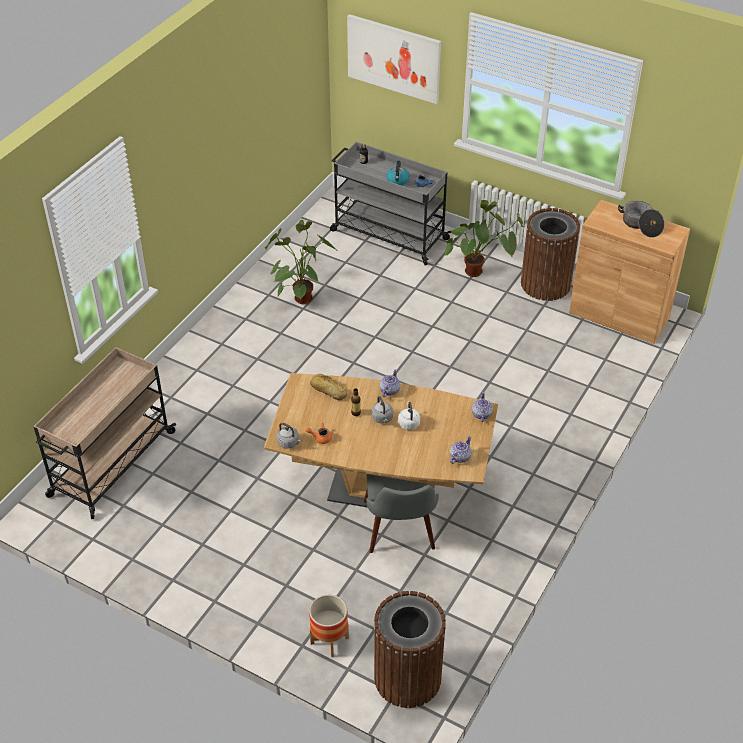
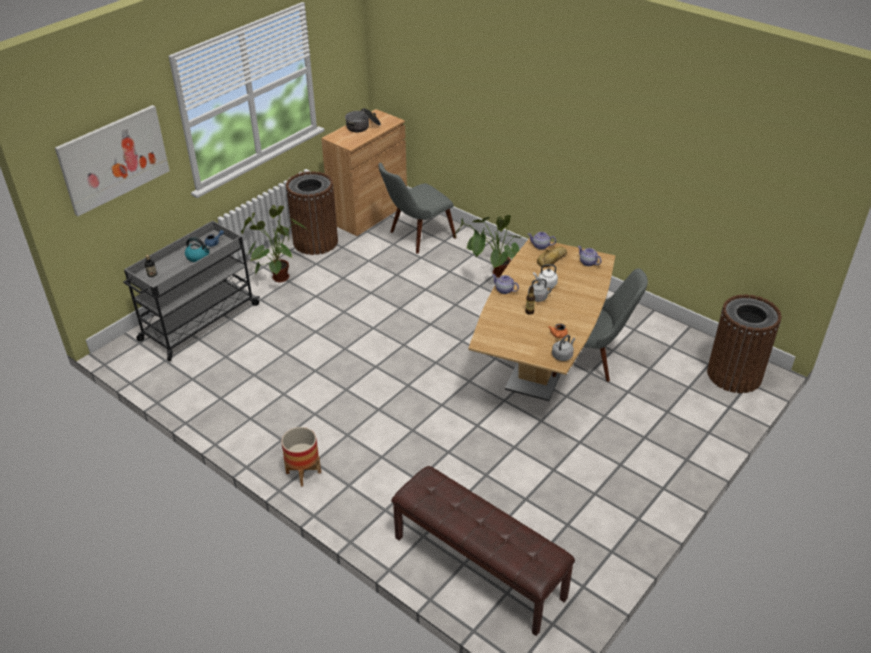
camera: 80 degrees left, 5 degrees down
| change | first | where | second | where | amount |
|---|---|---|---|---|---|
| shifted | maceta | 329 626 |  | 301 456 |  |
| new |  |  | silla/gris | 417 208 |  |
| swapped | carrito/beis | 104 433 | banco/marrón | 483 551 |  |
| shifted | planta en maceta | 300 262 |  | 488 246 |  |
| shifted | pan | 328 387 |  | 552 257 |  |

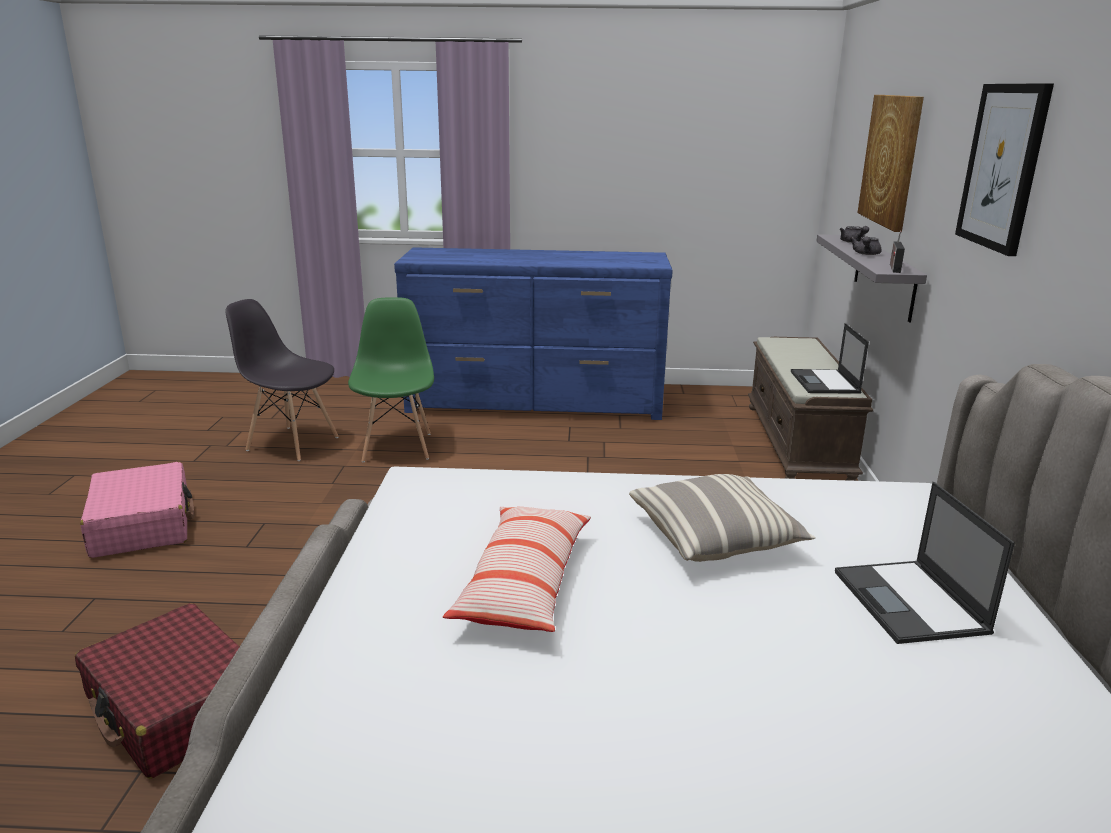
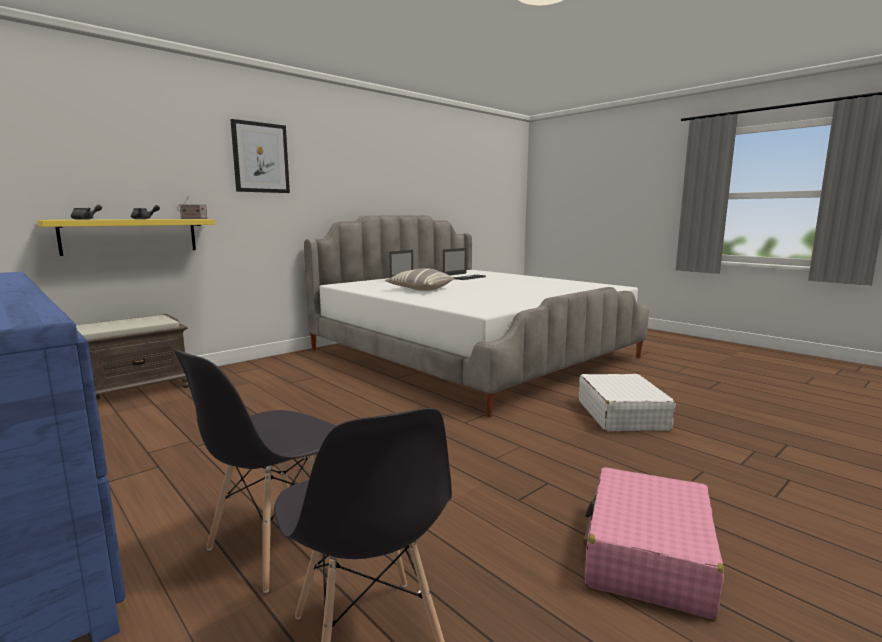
camera: 135 degrees left, 10 degrees down
| change | first | where | second | where | amount |
|---|---|---|---|---|---|
| repainted | estante/gris | 871 278 | estante/amarillo | 126 237 |  |
| repainted | silla/verde | 391 379 | silla/gris | 255 471 |  |
| shifted | portátil | 830 358 |  | 464 264 |  |
| repainted | maleta/rojo | 157 691 | maleta/blanco | 627 402 |  |
| gone | cojín | 517 569 |  |  |  |
| gone | cuadro | 891 163 |  |  |  |

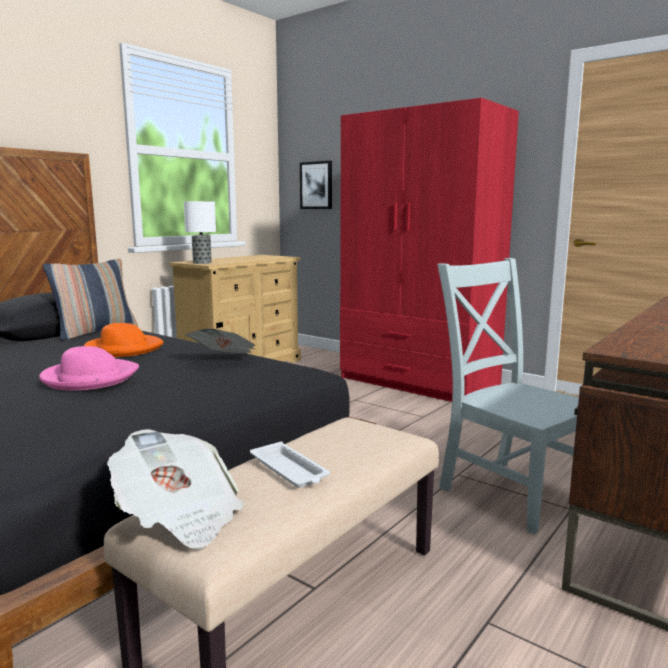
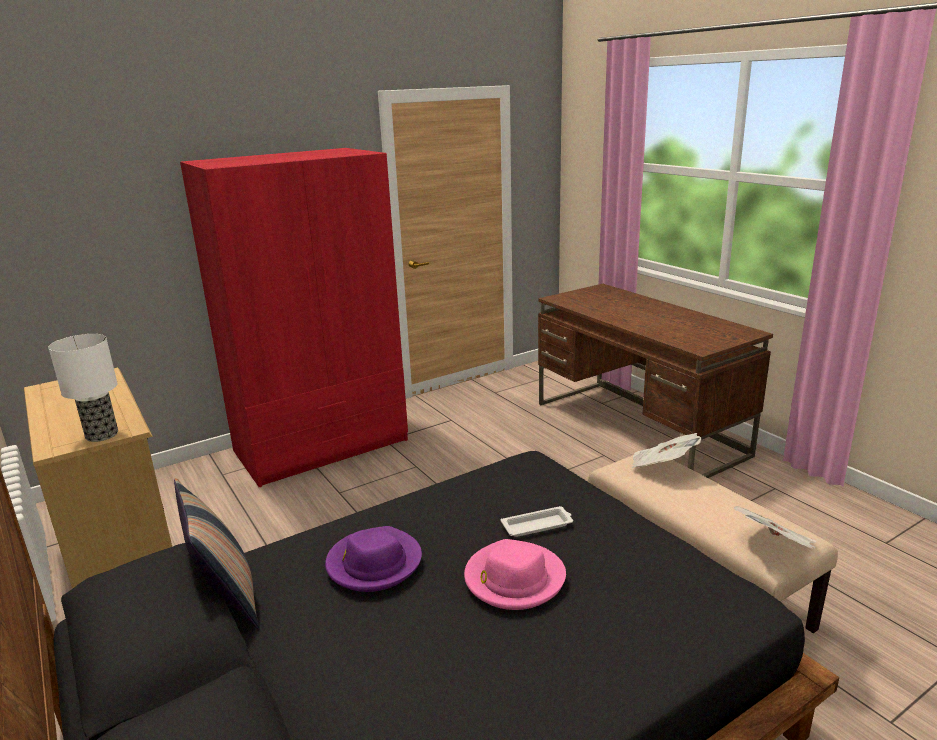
camera: 70 degrees left, 10 degrees up
| change | first | where | second | where | amount |
|---|---|---|---|---|---|
| repainted | sombrero/naranja | 124 340 | sombrero/morado | 373 559 |  |
| shifted | bandeja/blanco | 290 464 |  | 537 521 |  |
| shifted | periódico | 220 341 |  | 666 450 |  |
| gone | cuadro | 316 185 |  |  |  |
| gone | silla/gris | 508 396 |  |  |  |

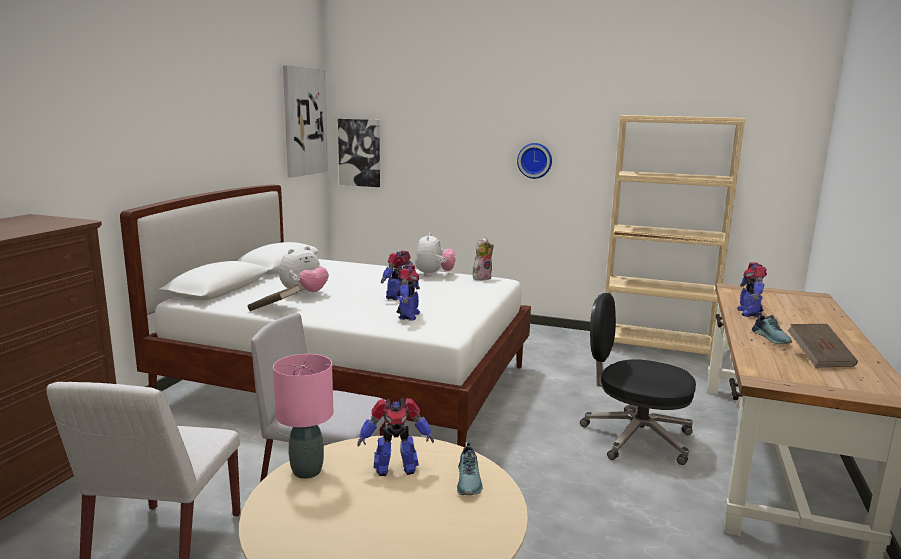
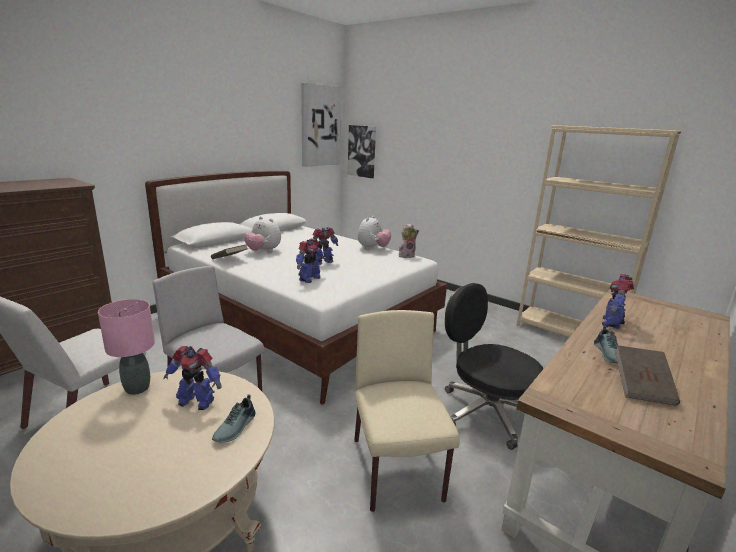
camera: 20 degrees right, 5 degrees up
| change | first | where | second | where | amount |
|---|---|---|---|---|---|
| rotated | peluche | 304 270 |  | 262 234 | 60 degrees clockwise |
| new |  |  | silla/beis | 407 411 |  |
| gone | reloj de pared | 534 161 |  |  |  |

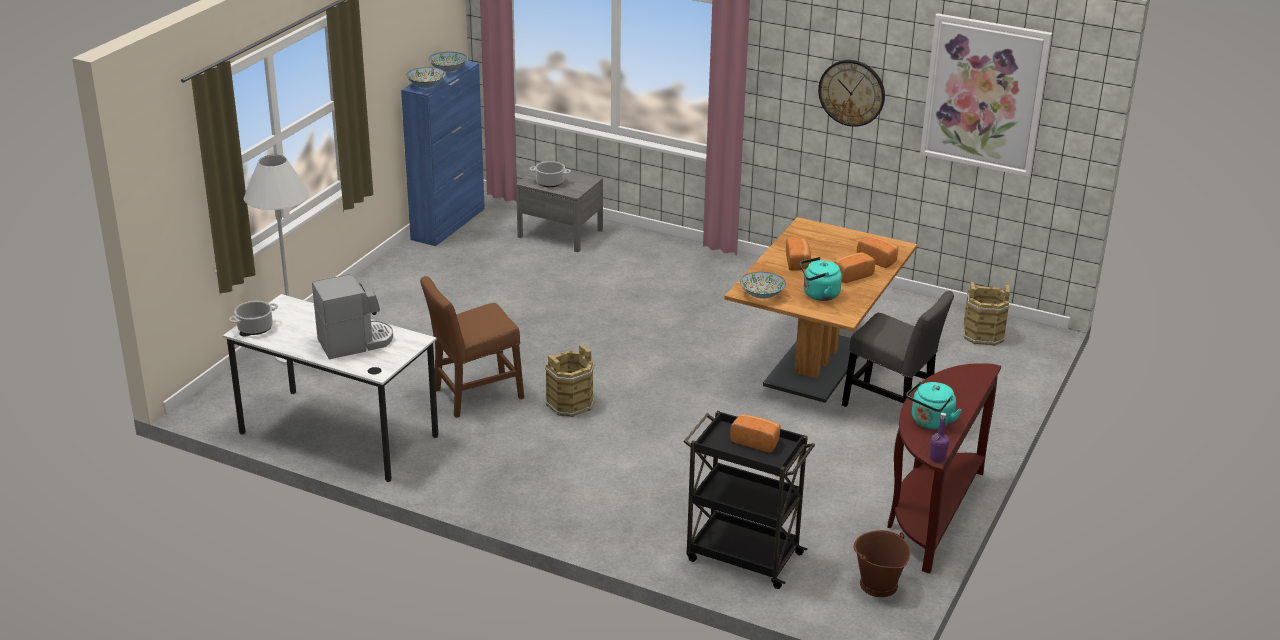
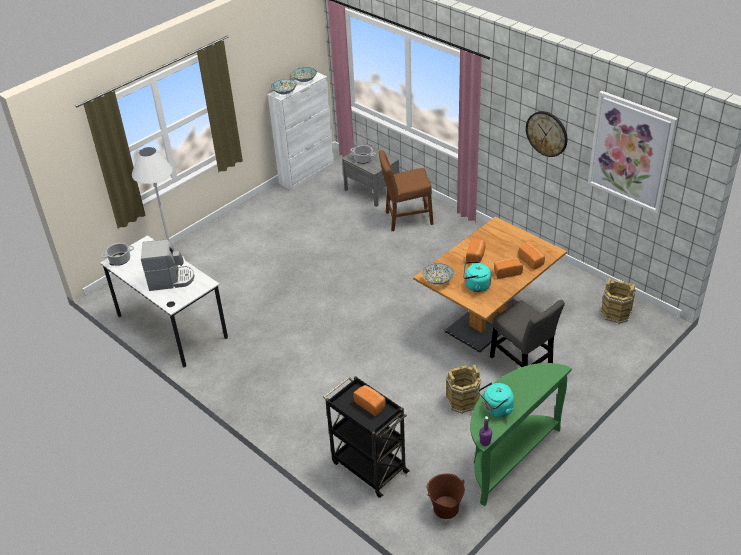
camera: 20 degrees right, 10 degrees up
| change | first | where | second | where | amount |
|---|---|---|---|---|---|
| repainted | armario/azul | 443 153 | armario/blanco | 301 131 |  |
| shifted | silla/marrón | 472 347 |  | 406 190 |  |
| shifted | cubo/marrón | 570 380 |  | 463 389 |  |
| repainted | mesa consola/marrón | 944 468 | mesa consola/verde | 521 434 |  |

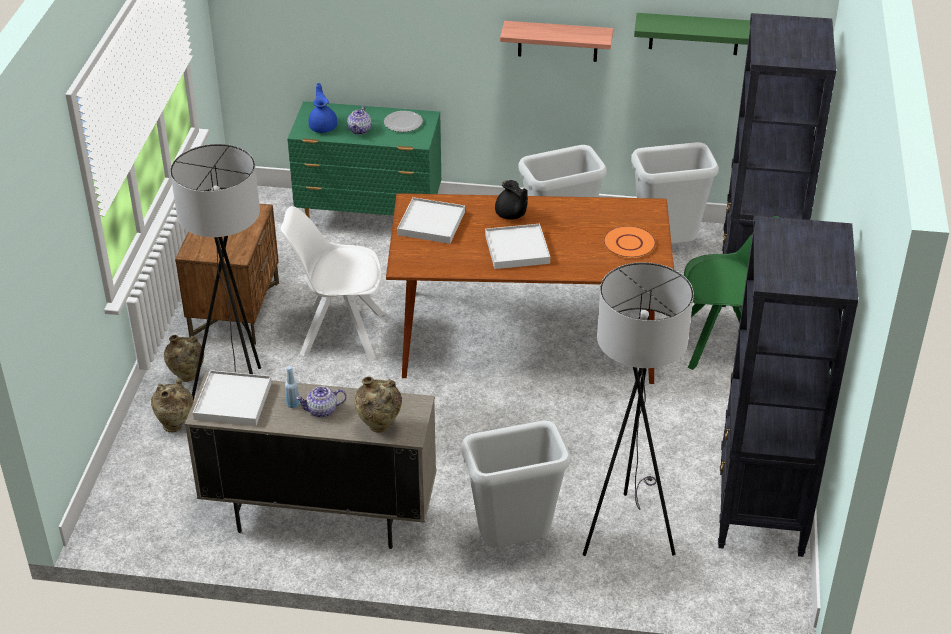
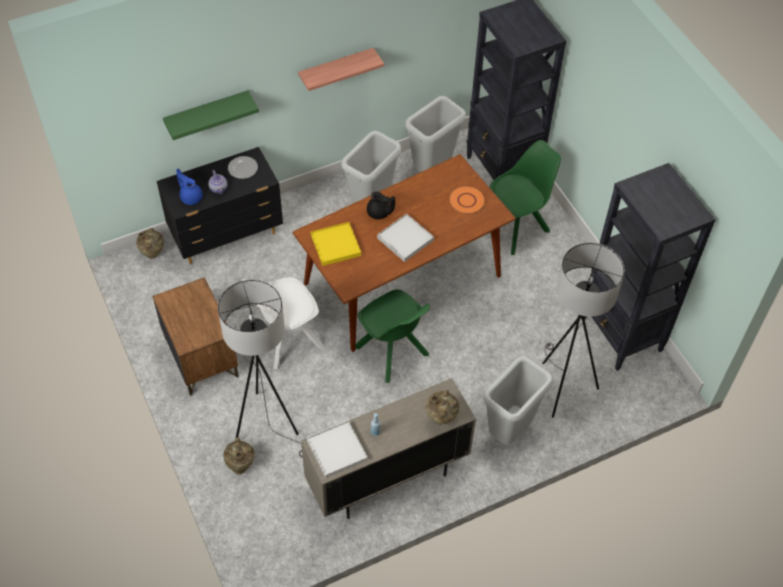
camera: 35 degrees left, 15 degrees up
| change | first | where | second | where | amount |
|---|---|---|---|---|---|
| shifted | florero/beis | 184 358 |  | 150 243 |  |
| repainted | cómoda/verde | 364 159 | cómoda/negro | 220 205 |  |
| shifted | estante/verde | 692 34 |  | 211 115 |  |
| repainted | bandeja/blanco | 431 220 | bandeja/amarillo | 336 244 |  |
| new |  |  | silla/verde | 392 336 |  |
| gone | tetera | 321 402 |  |  |  |

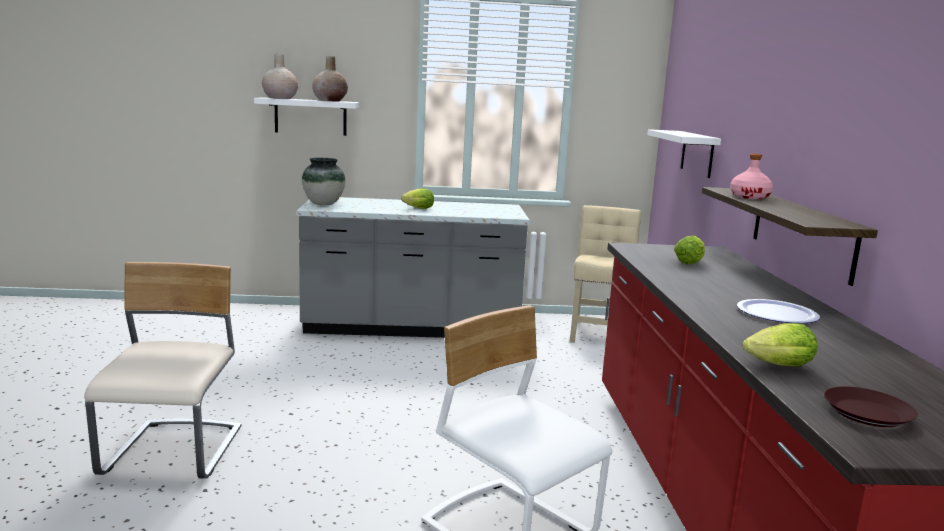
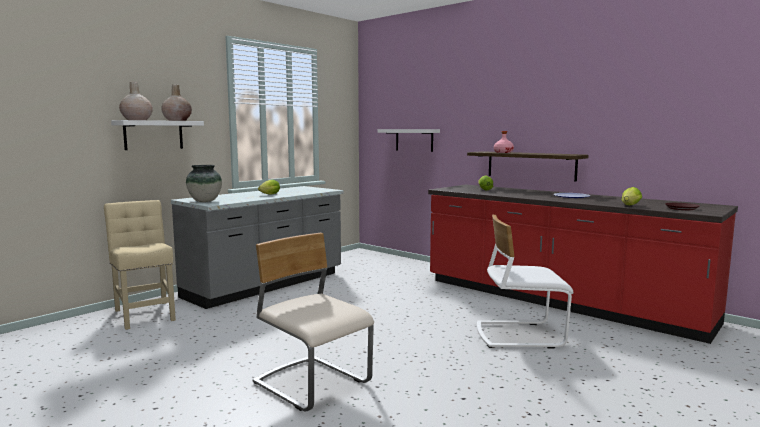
camera: 45 degrees left, 5 degrees down
| change | first | where | second | where | amount |
|---|---|---|---|---|---|
| shifted | silla/beis | 605 274 |  | 140 265 |  |

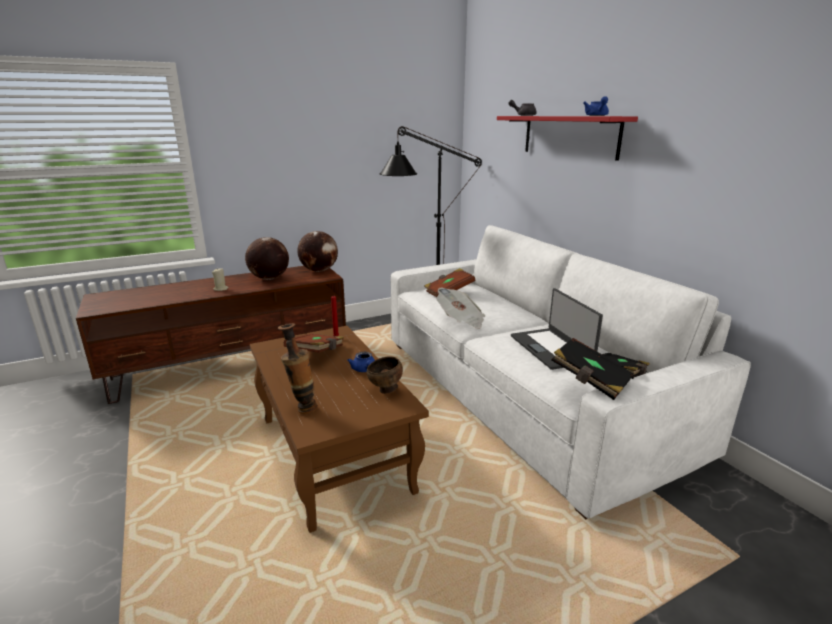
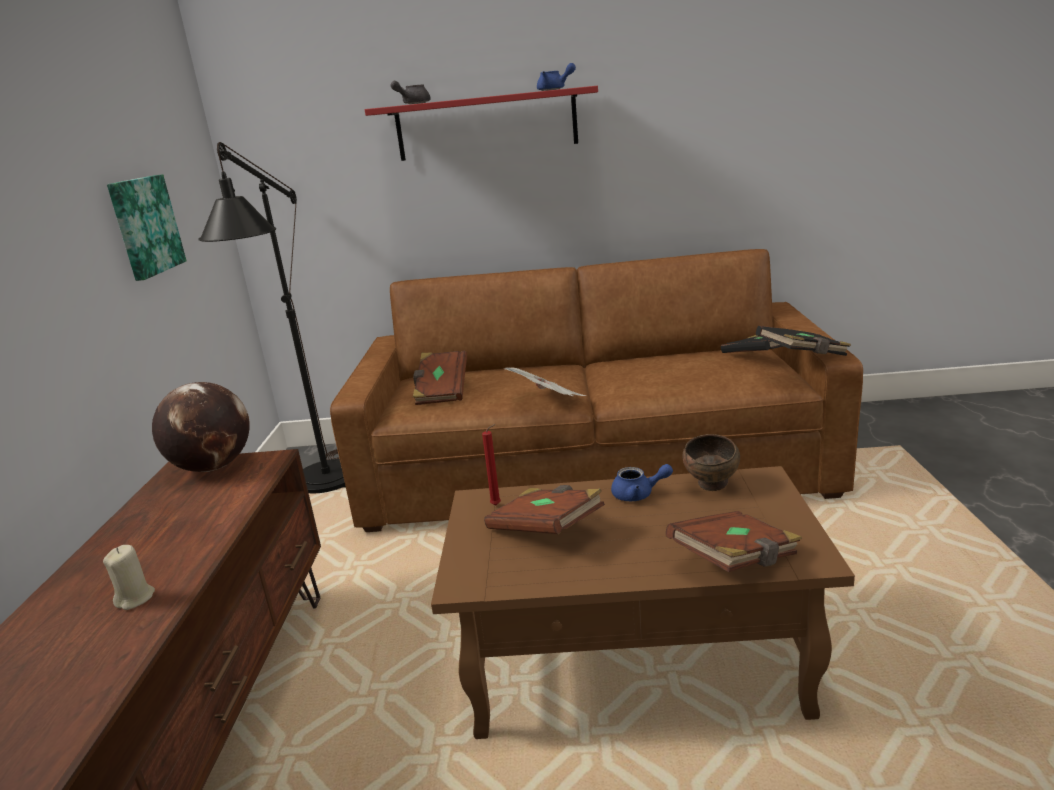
camera: 60 degrees left, 0 degrees up
| change | first | where | second | where | amount |
|---|---|---|---|---|---|
| new |  |  | cuadro | 146 227 |  |
| repainted | sofá/blanco | 570 372 | sofá/marrón | 596 390 |  |
| swapped | florero | 298 368 | libro/marrón | 734 541 |  |
| gone | globo terráqueo | 267 258 |  |  |  |
| gone | portátil | 557 329 |  |  |  |

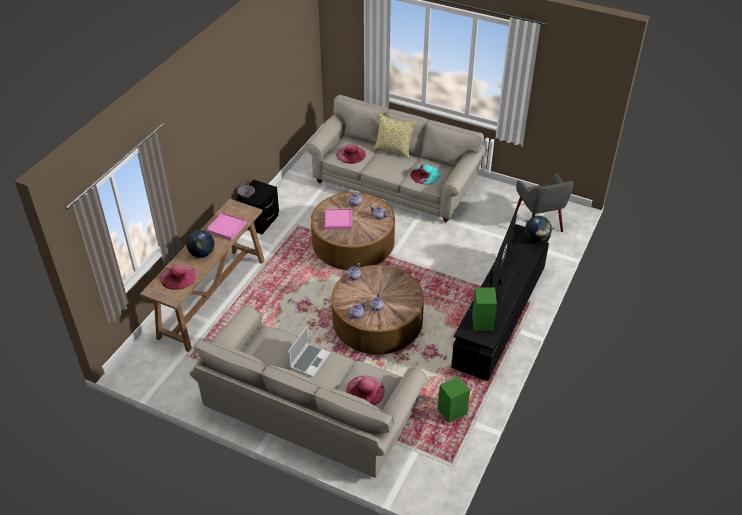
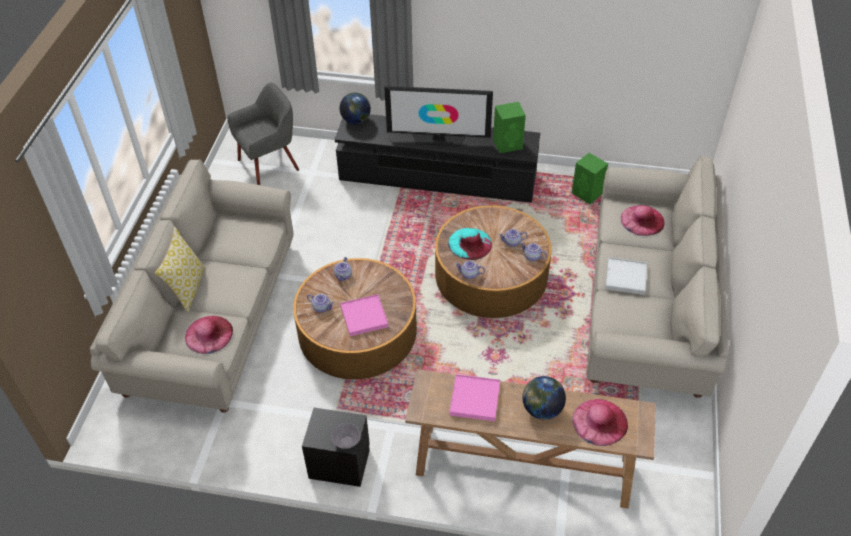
camera: 105 degrees left, 5 degrees up
| change | first | where | second | where | amount |
|---|---|---|---|---|---|
| shifted | sombrero/turquesa | 425 174 |  | 470 244 |  |
| swapped | portátil | 309 351 | bandeja/blanco | 626 276 |  |

